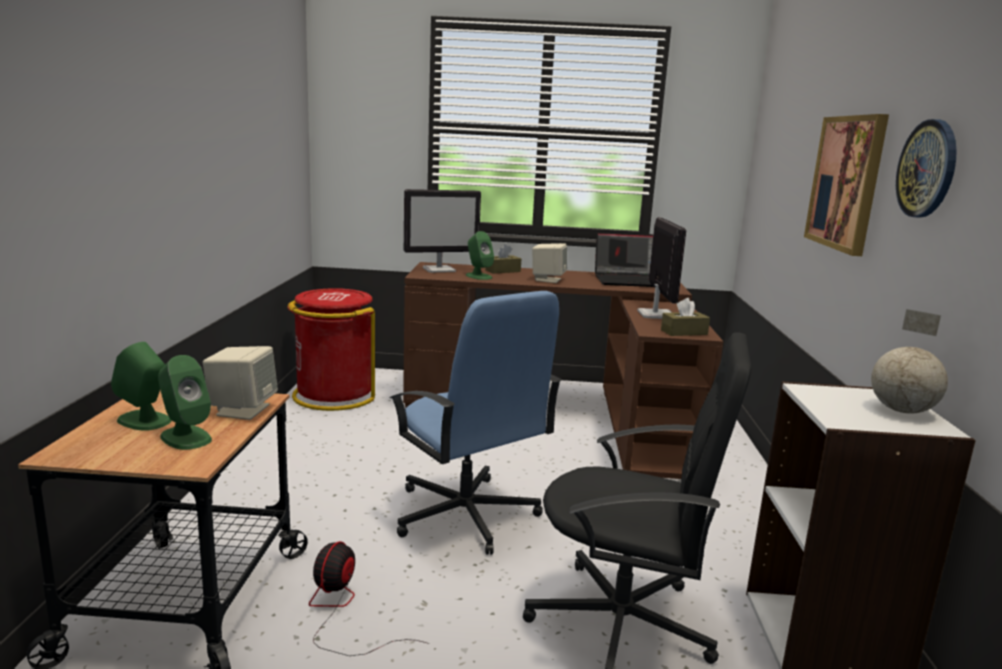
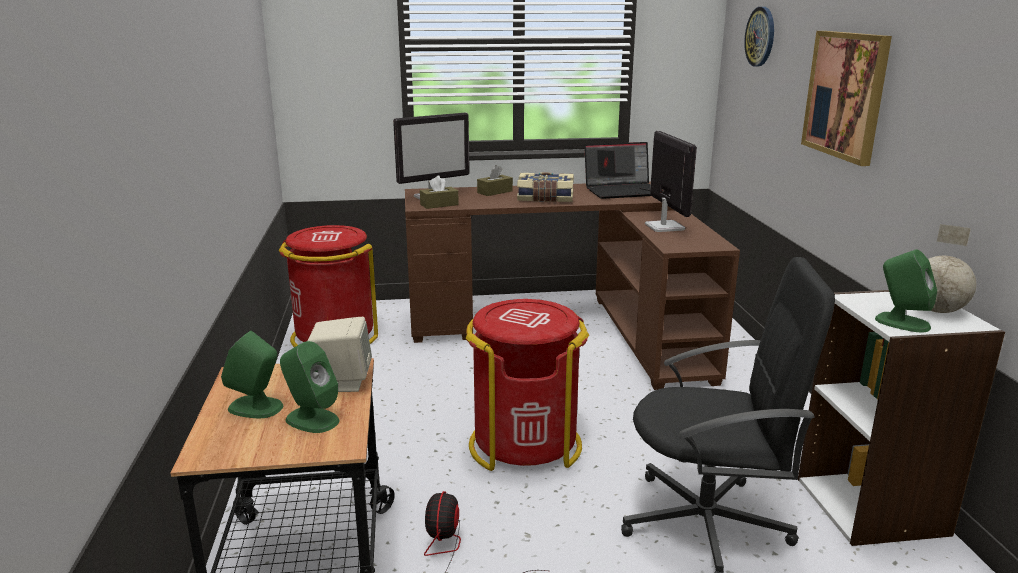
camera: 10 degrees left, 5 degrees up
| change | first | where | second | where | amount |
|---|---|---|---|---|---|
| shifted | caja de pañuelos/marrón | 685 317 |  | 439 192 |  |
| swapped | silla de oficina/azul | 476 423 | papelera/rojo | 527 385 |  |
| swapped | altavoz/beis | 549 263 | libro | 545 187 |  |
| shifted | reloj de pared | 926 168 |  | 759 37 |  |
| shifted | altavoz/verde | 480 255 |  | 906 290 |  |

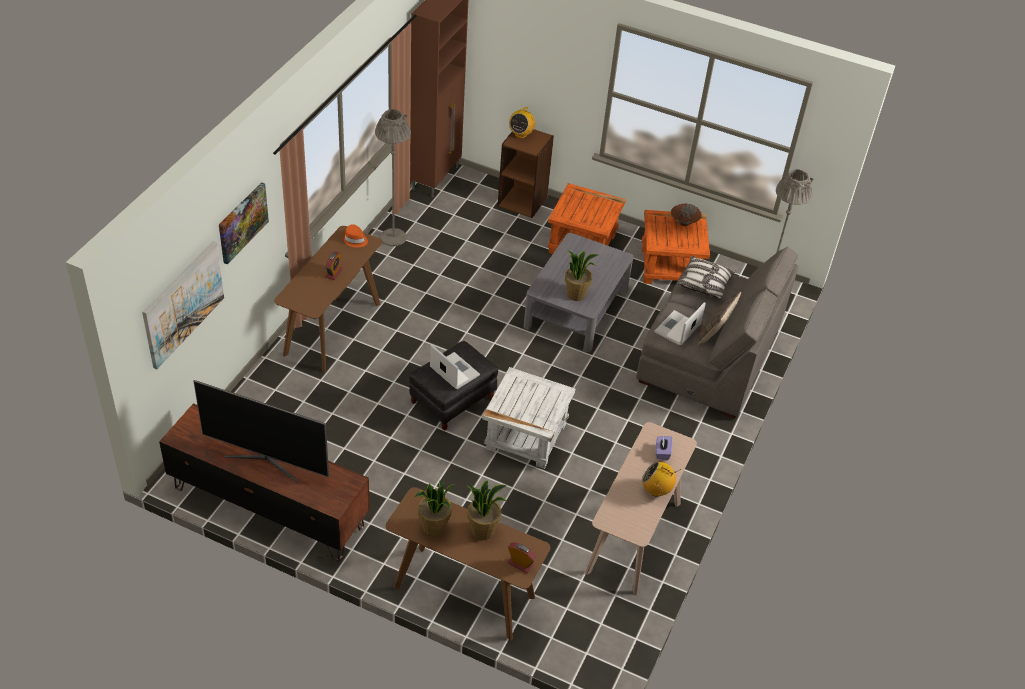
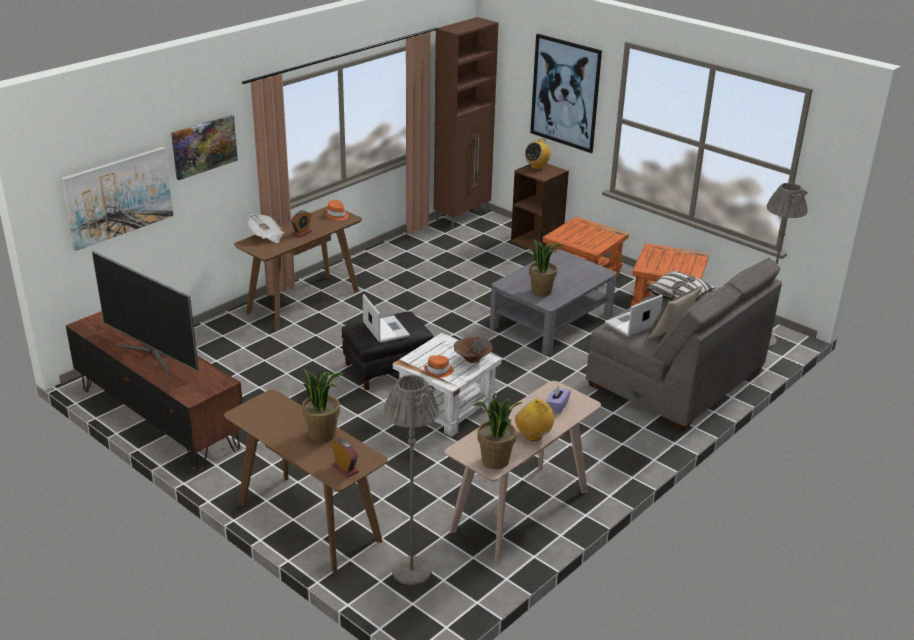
camera: 20 degrees right, 15 degrees down
| change | first | where | second | where | amount |
|---|---|---|---|---|---|
| new |  |  | periódico | 266 228 |  |
| shifted | lámpara de pie/gris | 393 177 |  | 412 480 |  |
| new |  |  | sombrero/naranja | 439 366 |  |
| shifted | cuenco/marrón | 686 214 |  | 473 350 |  |
| shifted | planta en maceta | 435 509 |  | 498 433 |  |
| new |  |  | cuadro | 566 93 |  |

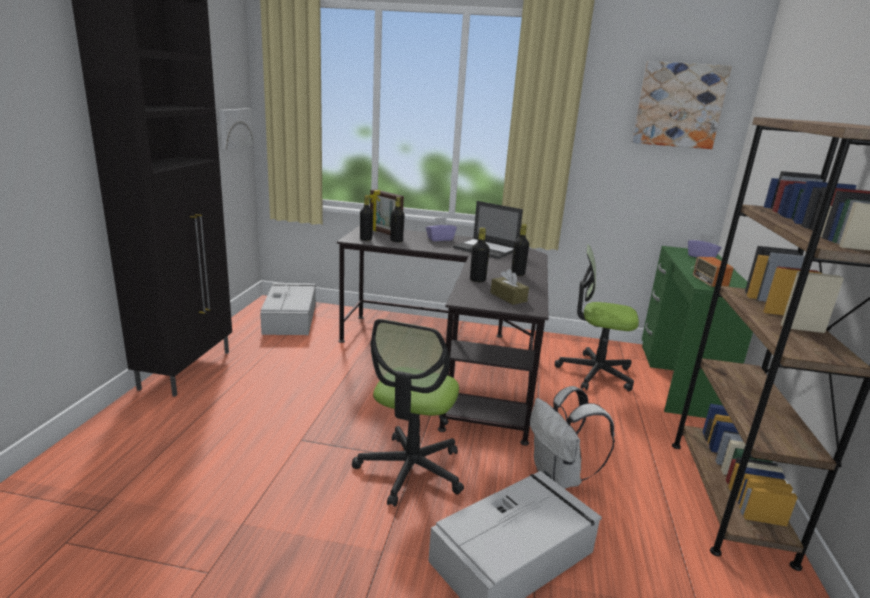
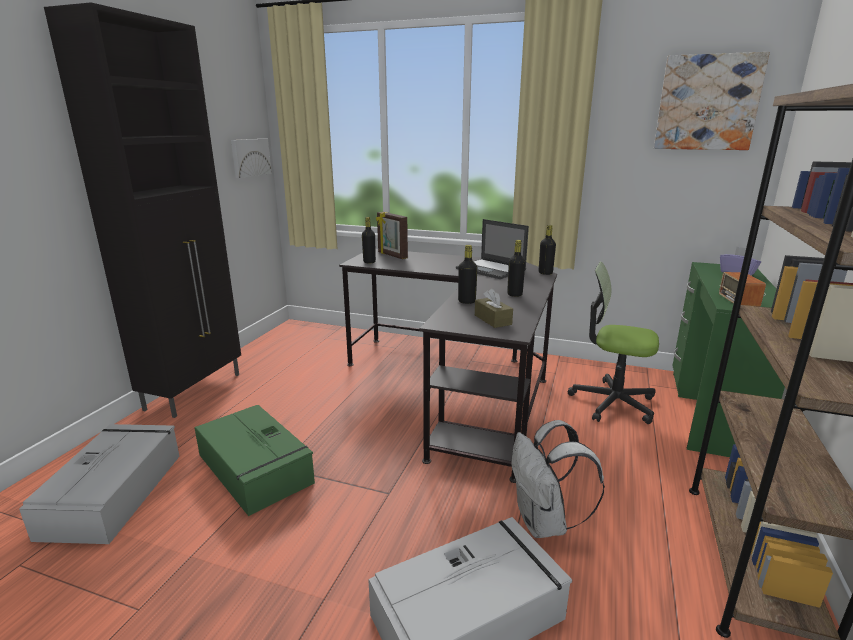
camera: 10 degrees right, 0 degrees up
| change | first | where | second | where | amount |
|---|---|---|---|---|---|
| shifted | caja de almacenaje/gris | 288 309 |  | 99 484 |  |
| new |  |  | caja de almacenaje/verde | 254 460 |  |
| shifted | botella/negro | 397 219 |  | 547 250 |  |
| gone | silla de oficina | 408 413 |  |  |  |
| gone | caja de pañuelos/morado | 441 229 |  |  |  |

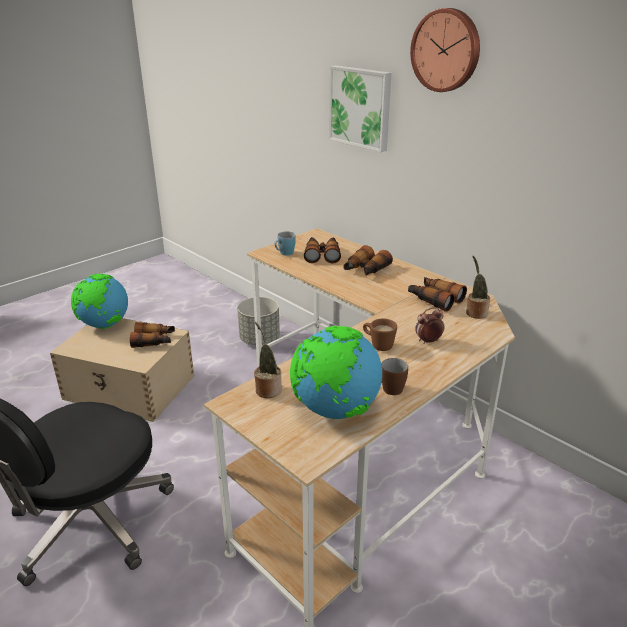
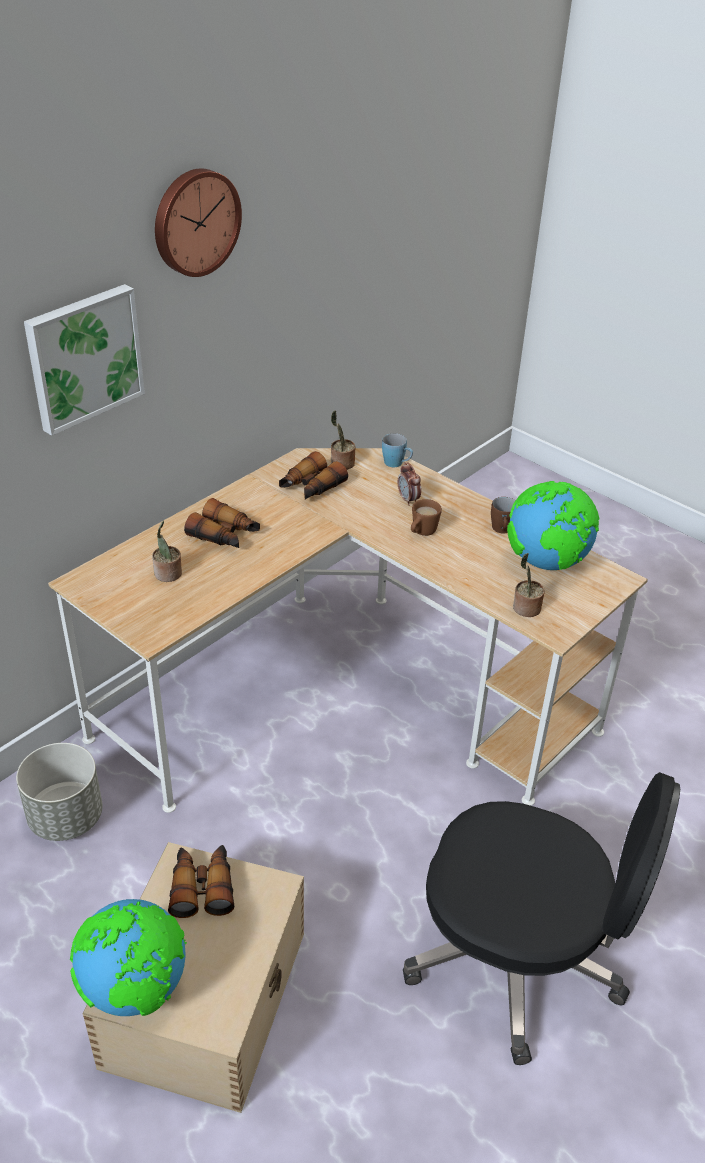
camera: 95 degrees left, 10 degrees up
| change | first | where | second | where | amount |
|---|---|---|---|---|---|
| swapped | prismáticos | 322 250 | planta en maceta | 167 551 |  |
| shifted | taza grande/azul | 285 243 |  | 397 450 |  |

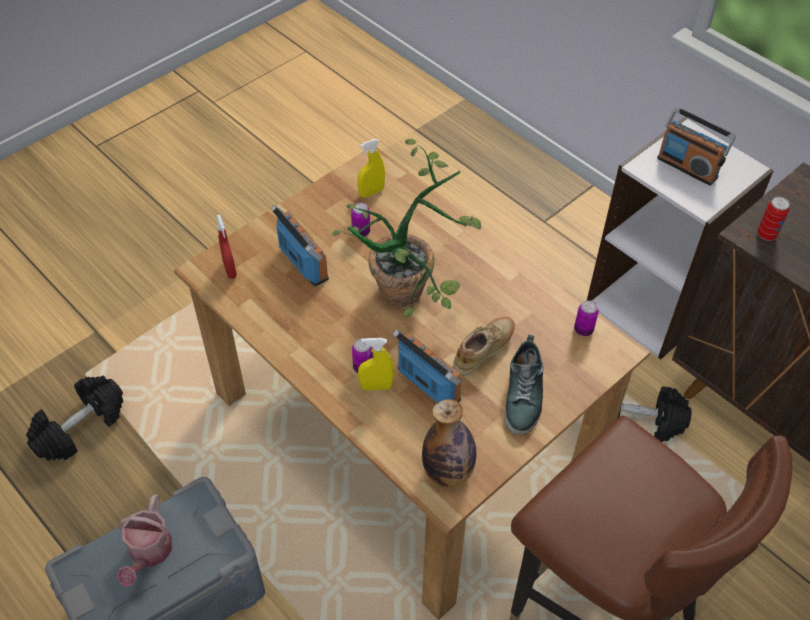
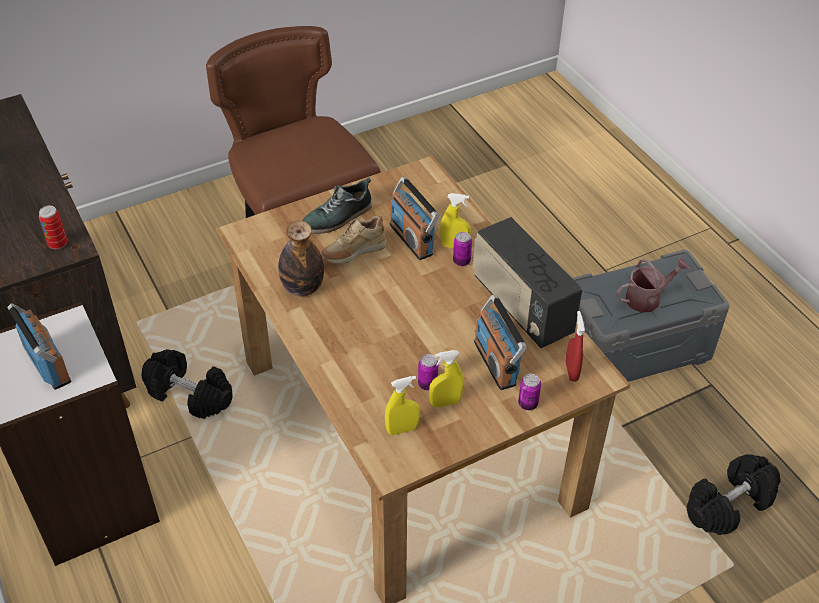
camera: 165 degrees left, 5 degrees down
| change | first | where | second | where | amount |
|---|---|---|---|---|---|
| shifted | botella | 449 443 |  | 301 258 |  |
| rotated | zapato | 524 385 |  | 337 205 | 150 degrees counterclockwise |
| new |  |  | pulverizador/amarillo | 446 379 |  |
| new |  |  | radio | 527 282 |  |
| shifted | lata | 586 318 |  | 529 392 |  |
| rotated | regadera | 144 541 |  | 653 285 | 45 degrees clockwise |
| gone | planta en maceta | 406 228 |  |  |  |

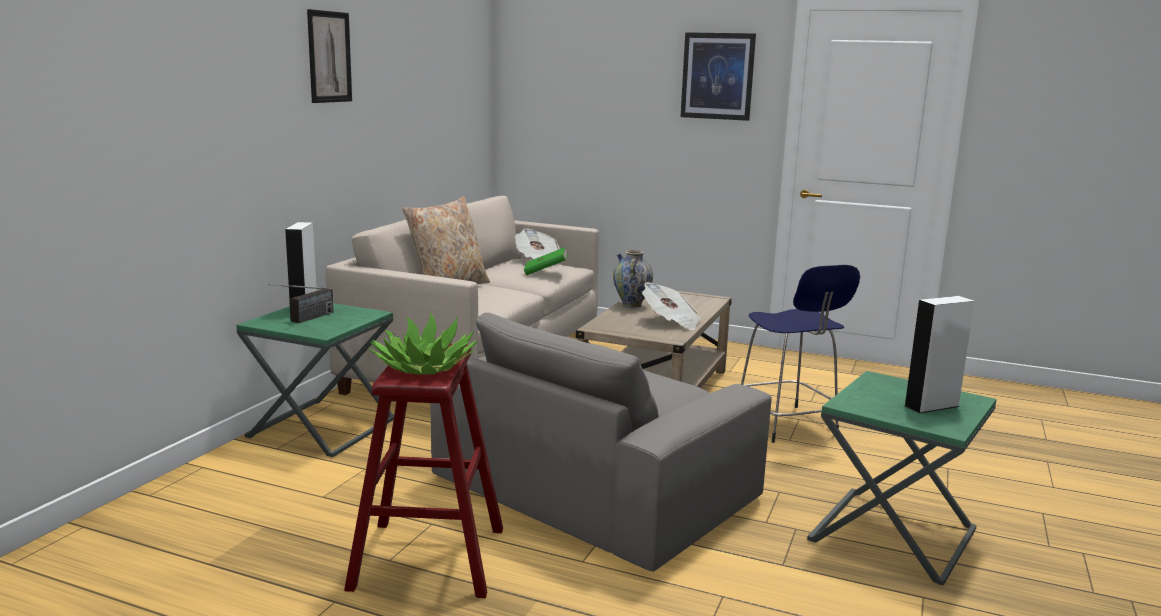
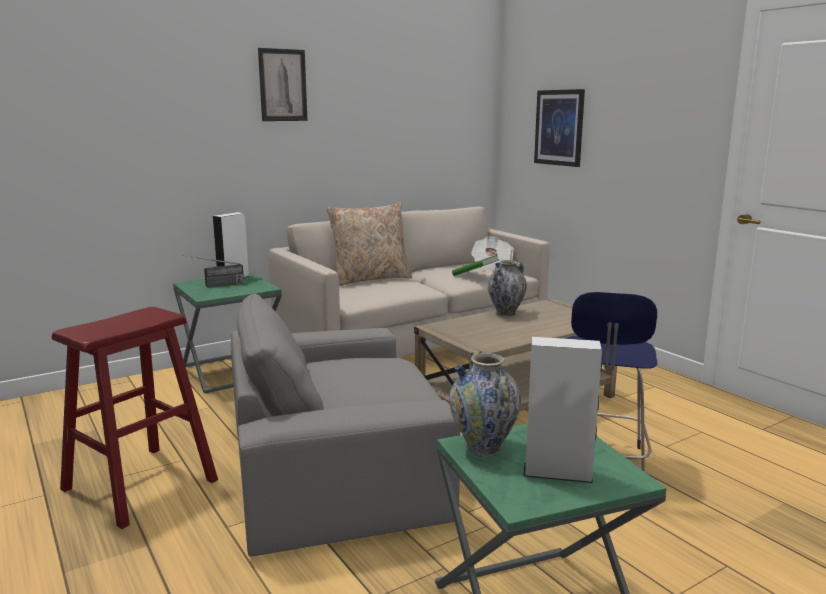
camera: 35 degrees right, 0 degrees up
| change | first | where | second | where | amount |
|---|---|---|---|---|---|
| new |  |  | florero | 485 404 |  |
| shifted | cuadro | 718 76 |  | 559 128 |  |
| gone | planta en maceta | 422 344 |  |  |  |
| gone | periódico | 671 306 |  |  |  |

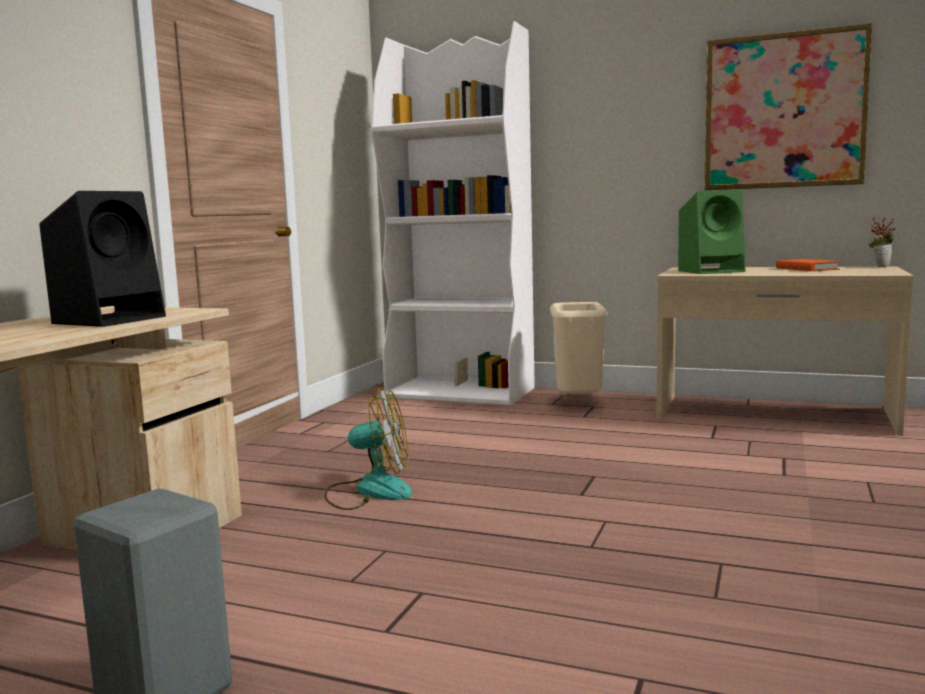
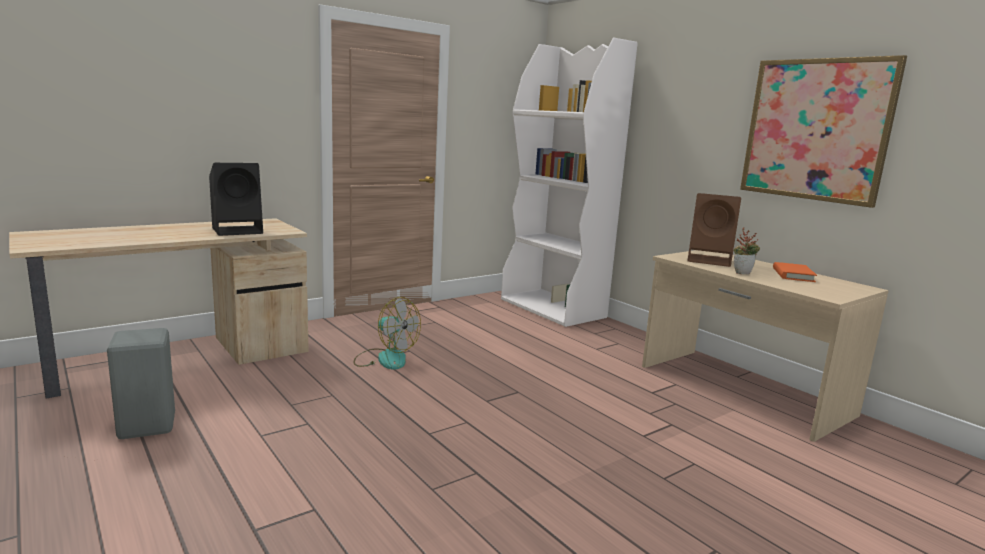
camera: 30 degrees right, 5 degrees up
| change | first | where | second | where | amount |
|---|---|---|---|---|---|
| repainted | altavoz/verde | 711 232 | altavoz/marrón | 714 230 |  |
| shifted | planta en maceta | 882 241 |  | 747 250 |  |
| gone | papelera/beis | 579 348 |  |  |  |

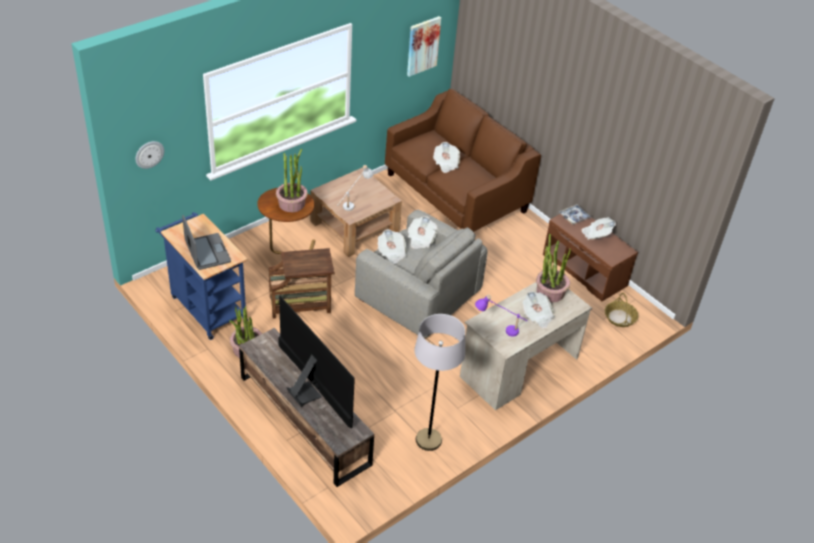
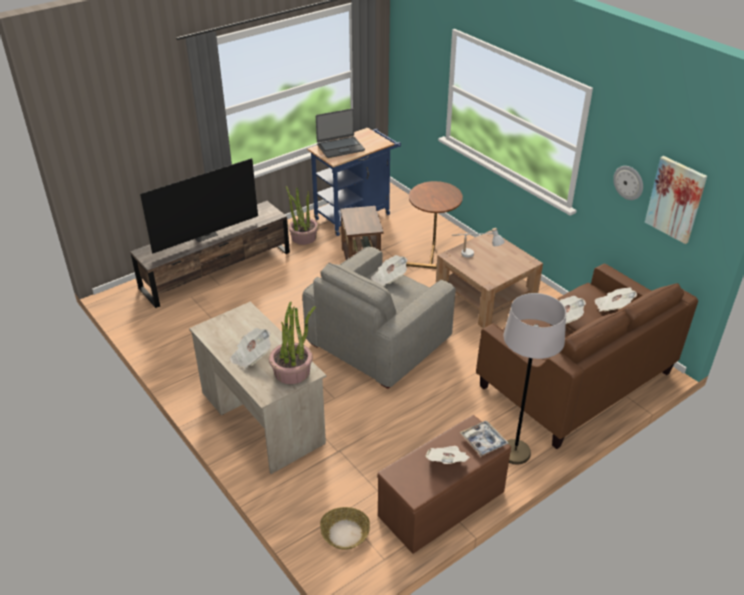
camera: 95 degrees right, 5 degrees down
| change | first | where | second | where | amount |
|---|---|---|---|---|---|
| shifted | lámpara de pie/gris | 439 382 |  | 534 379 |  |
| shifted | periódico | 422 232 |  | 615 299 |  |
| shifted | reloj de pared | 149 155 |  | 628 183 |  |
| gone | planta en maceta | 292 180 |  |  |  |
| gone | lámpara de mesa/morado | 505 315 |  |  |  |

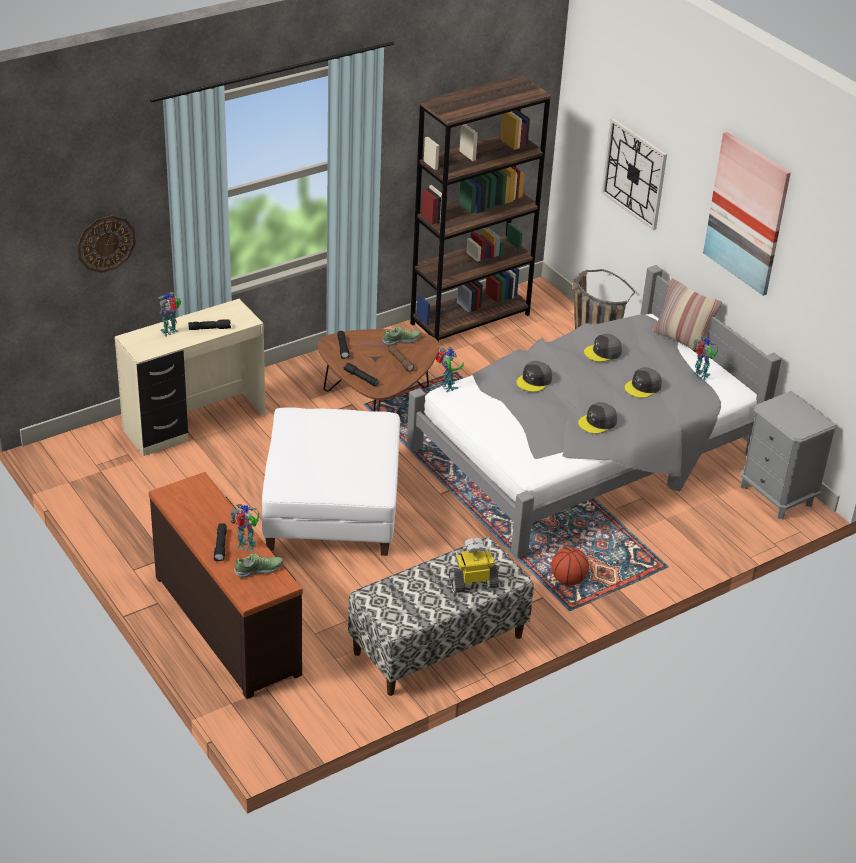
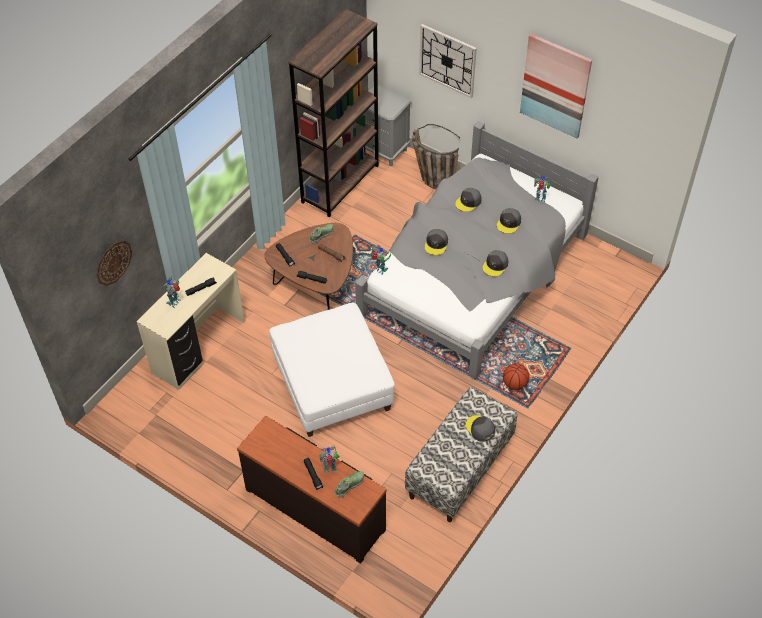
camera: 20 degrees left, 15 degrees up
| change | first | where | second | where | amount |
|---|---|---|---|---|---|
| shifted | mesita de noche/gris | 789 455 |  | 387 125 |  |
| swapped | robot de juguete | 474 565 | gorra/gris | 480 428 |  |
| gone | cojín | 687 315 |  |  |  |

